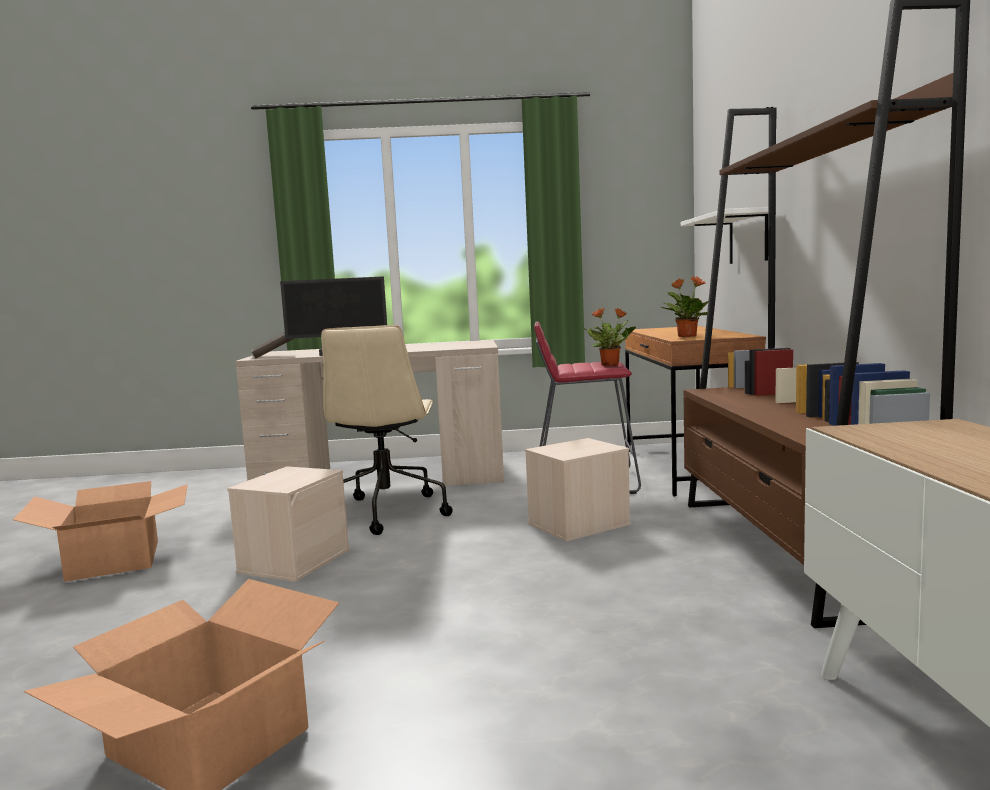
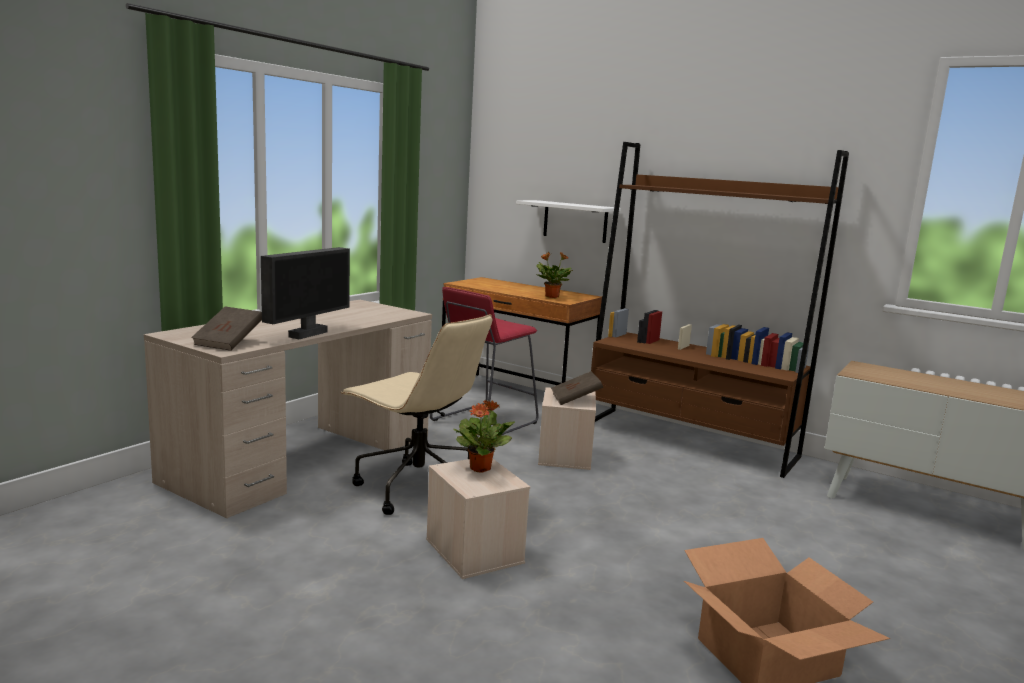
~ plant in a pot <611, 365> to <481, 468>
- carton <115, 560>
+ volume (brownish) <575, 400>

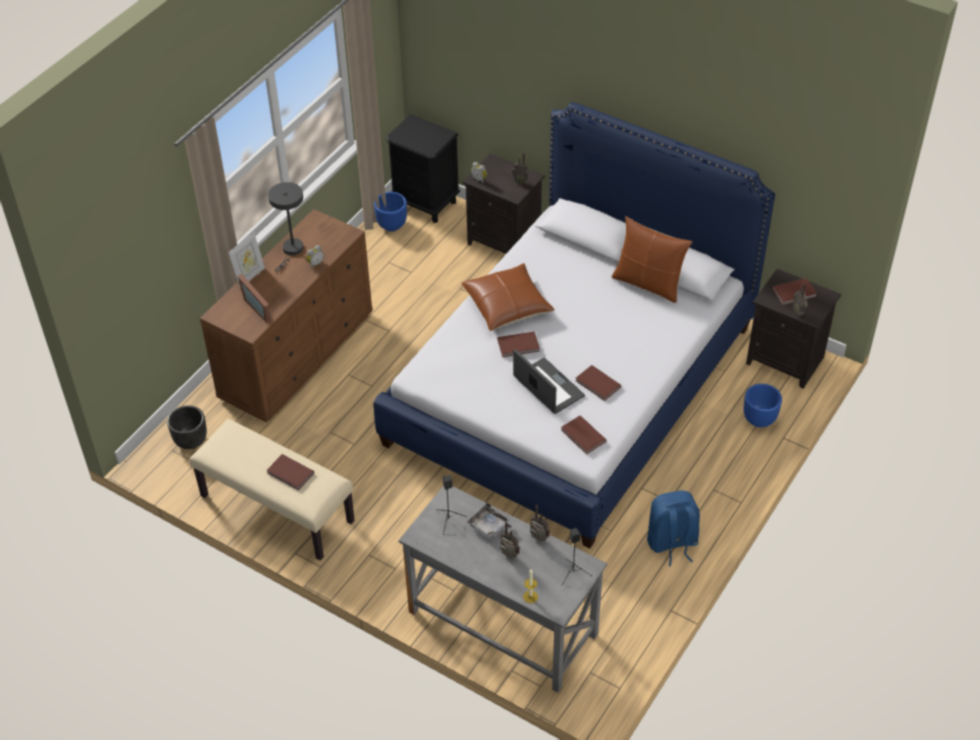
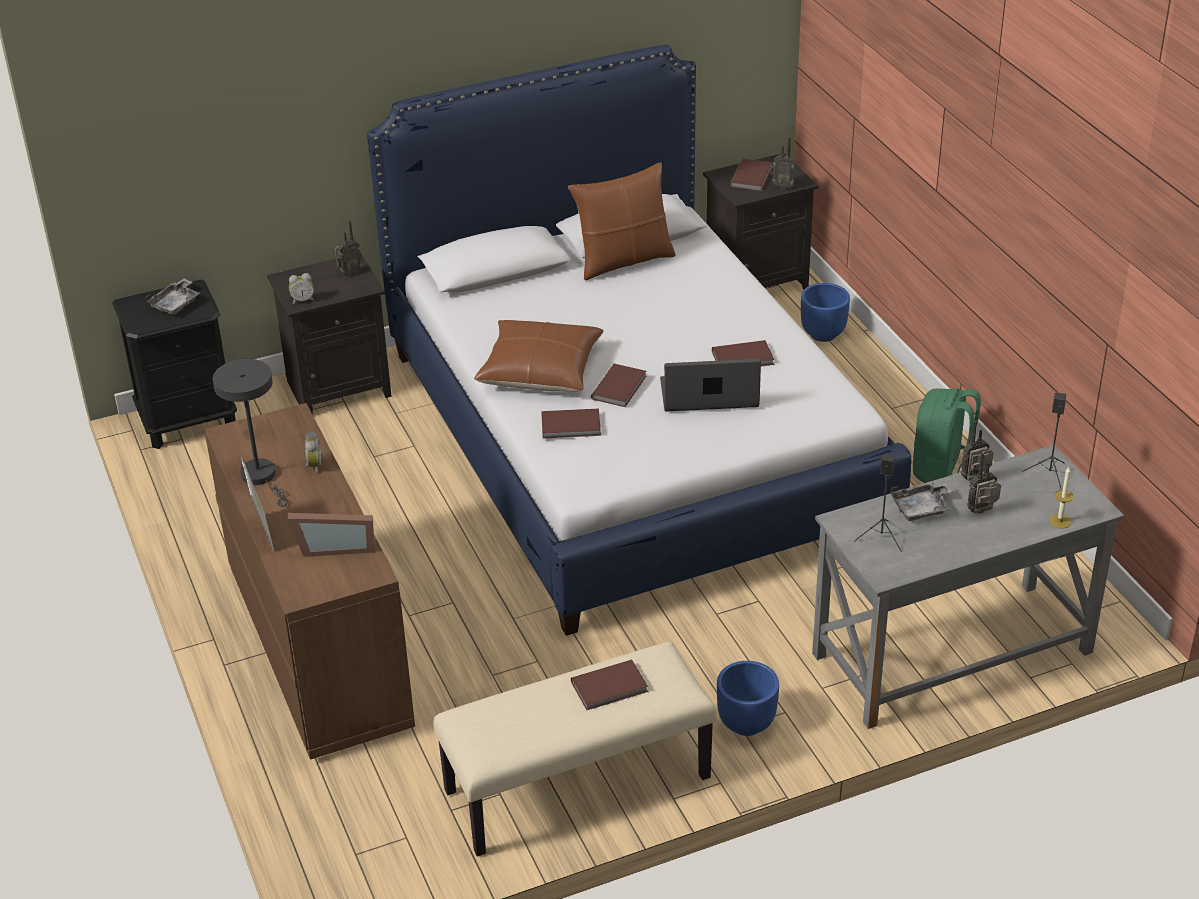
~ plant pot (blue) <391, 225> to <746, 724>
- plant pot (blackish) <190, 441>
~ volume (brownish) <583, 436> to <571, 426>
~ backpack (blue) <672, 543> to backpack (green) <942, 470>
+ tray (gray) <176, 304>

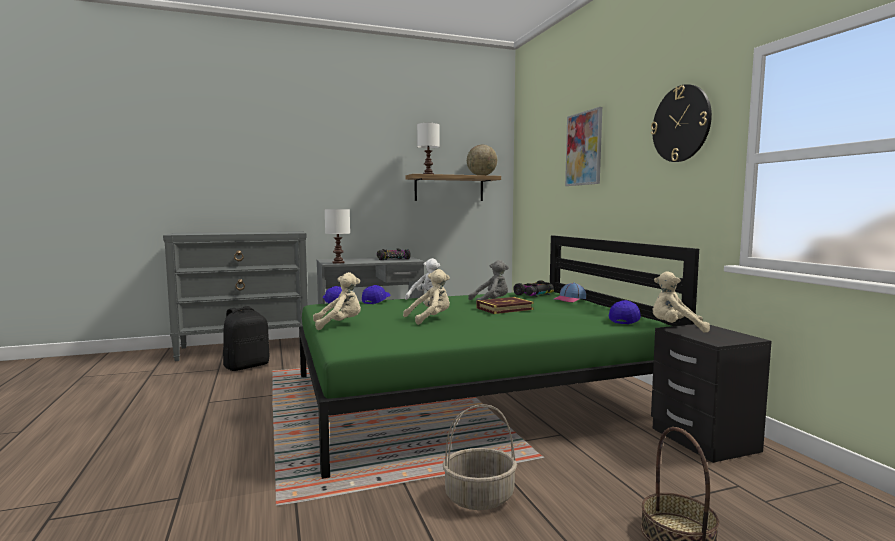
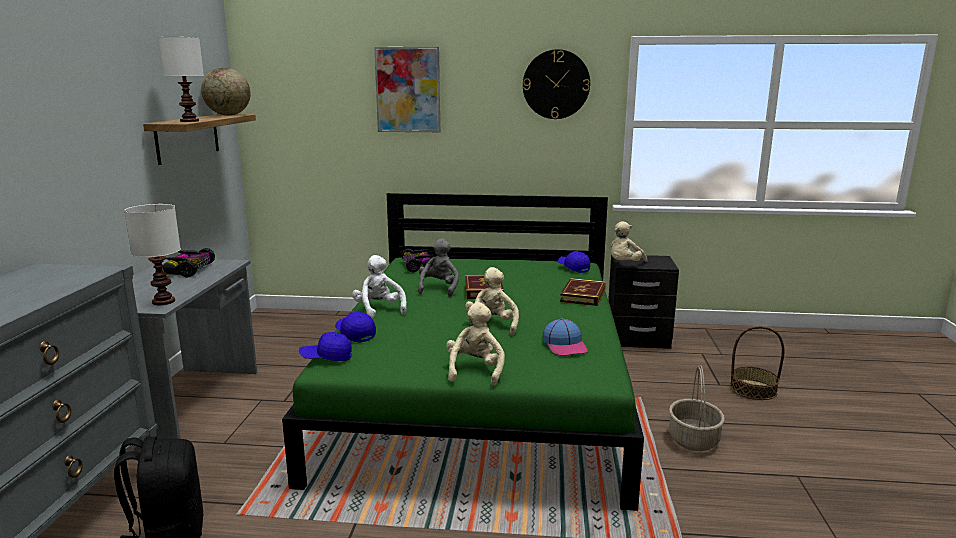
~ cap <569, 299> to <565, 345>
+ volume <583, 295>

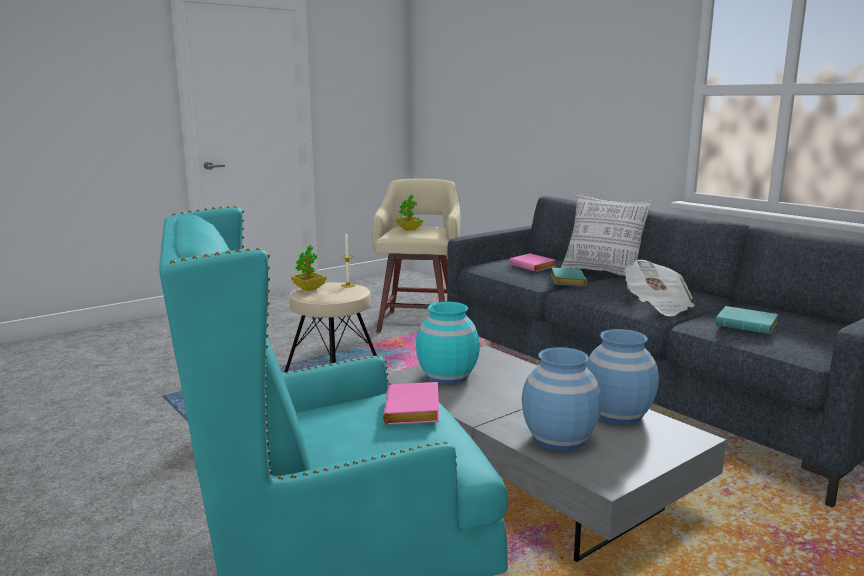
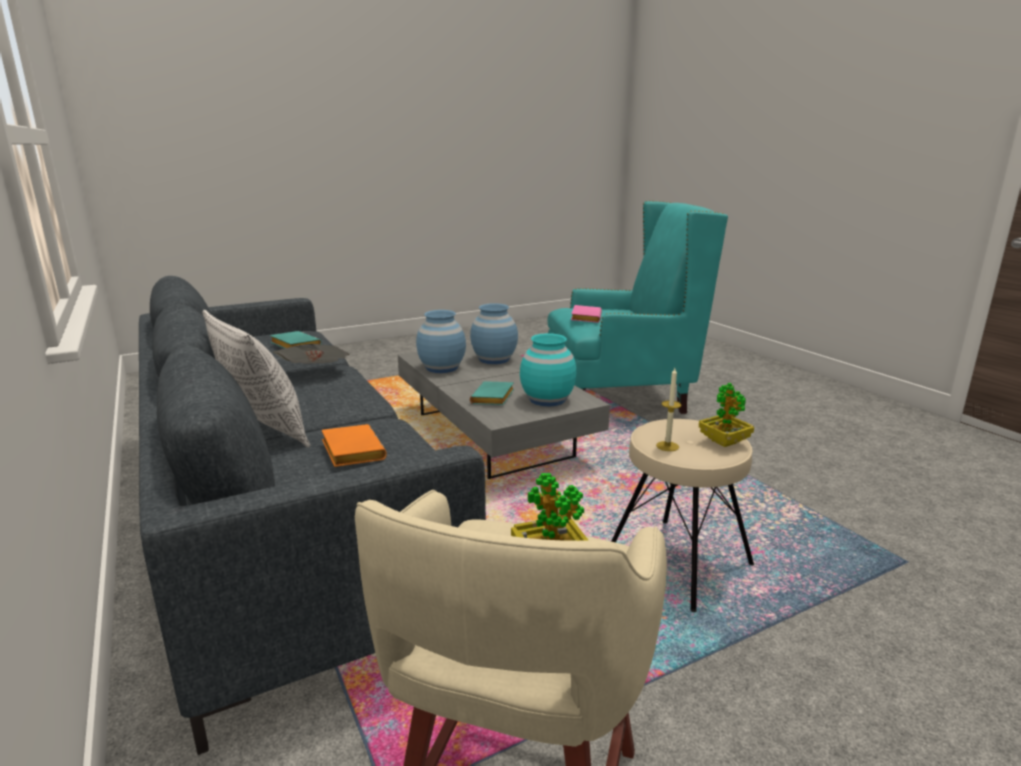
~ volume (pinkish) <533, 267> to volume (orangey) <350, 451>
~ volume (turquoise-coloured) <566, 281> to <493, 398>

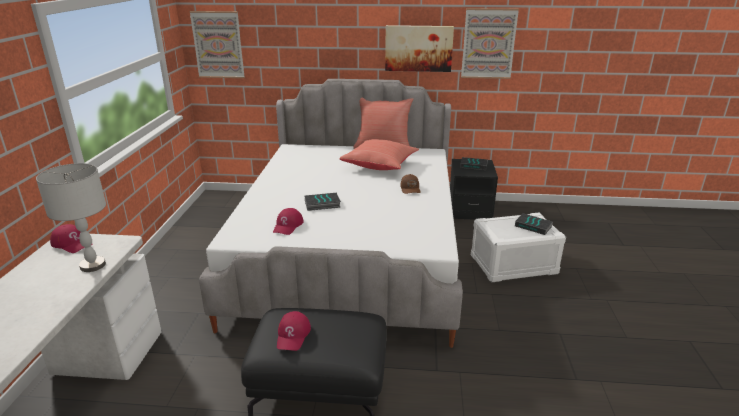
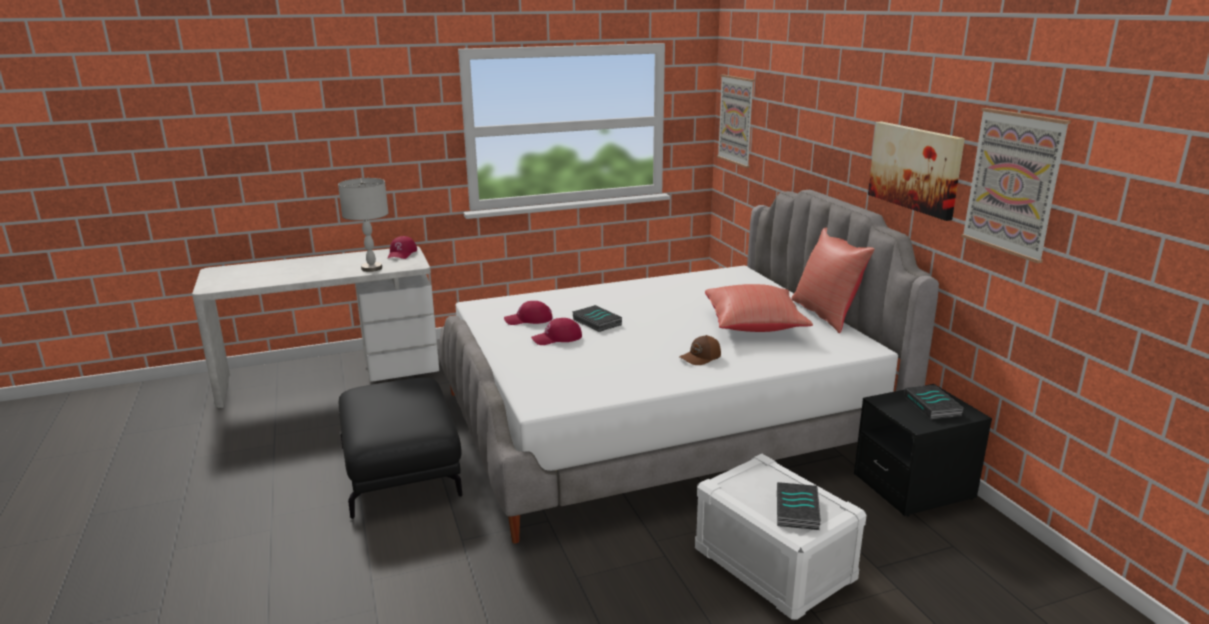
~ cap (red-coloured) <293, 335> to <557, 338>

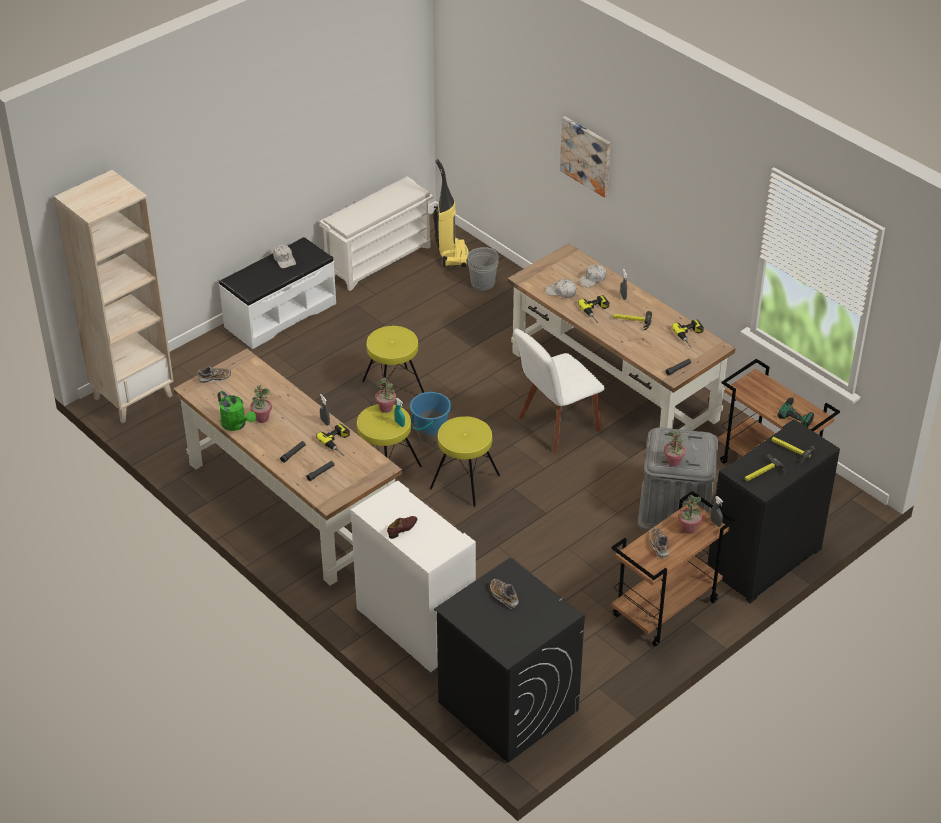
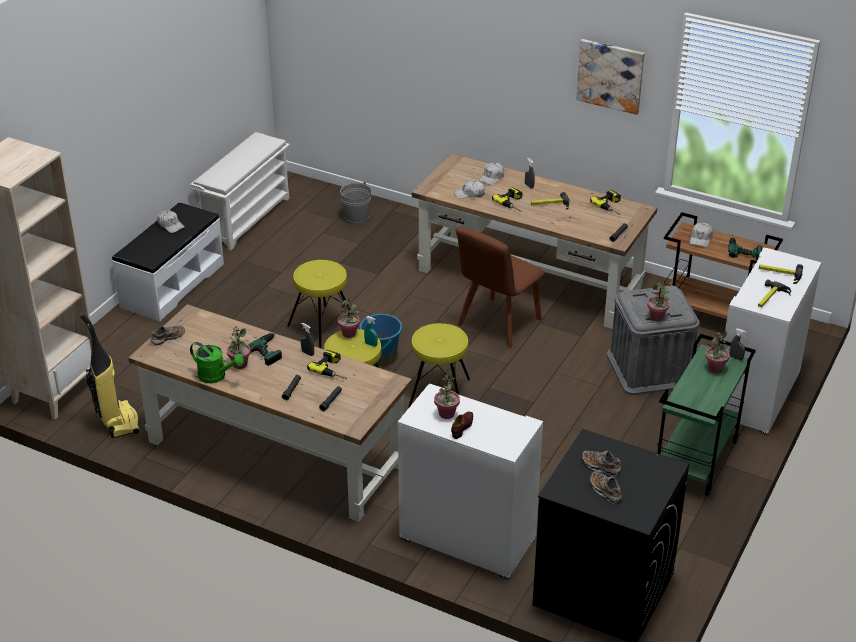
~ wall art <586, 155> to <610, 75>
~ vacuum cleaner <452, 254> to <118, 421>
~ upright chair (white-coloured) <556, 426> to upright chair (brownish) <497, 324>
~ cupboard (blackish) <764, 561> to cupboard (white-coloured) <757, 395>
~ cart (brownish) <665, 609> to cart (green) <696, 460>
~ shoe <659, 546> to <605, 491>
+ cap (white-coloured) <701, 239>
+ electric drill <272, 349>
+ plant in a pot <446, 414>

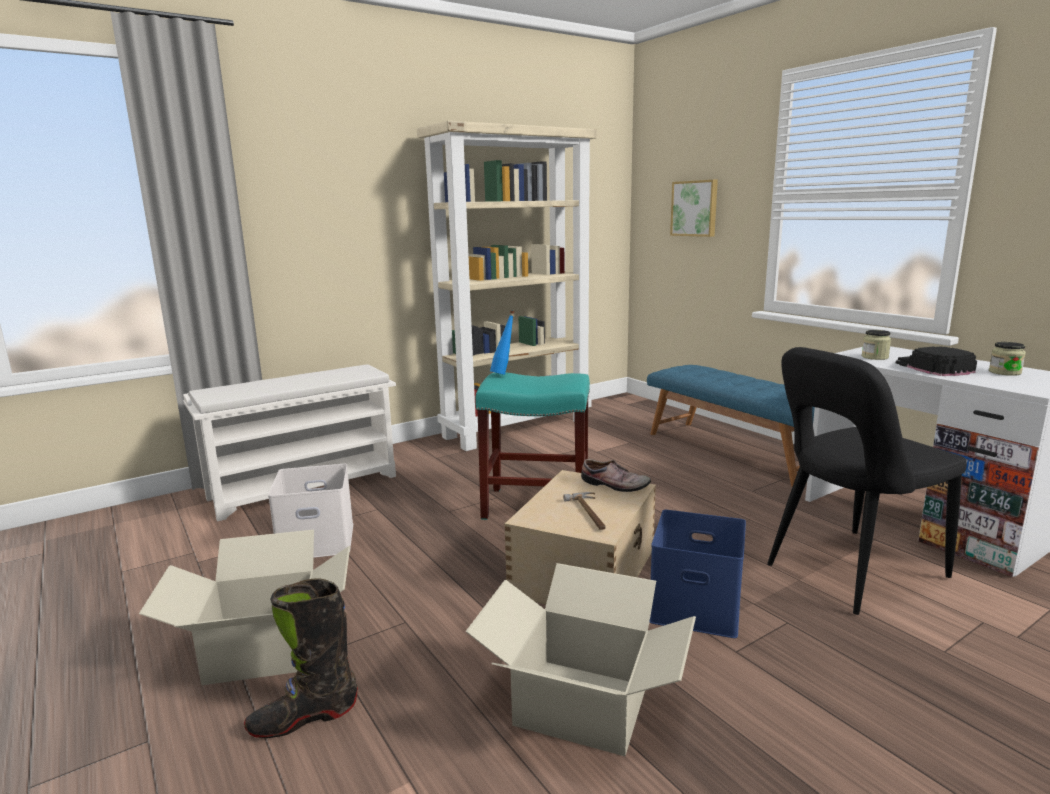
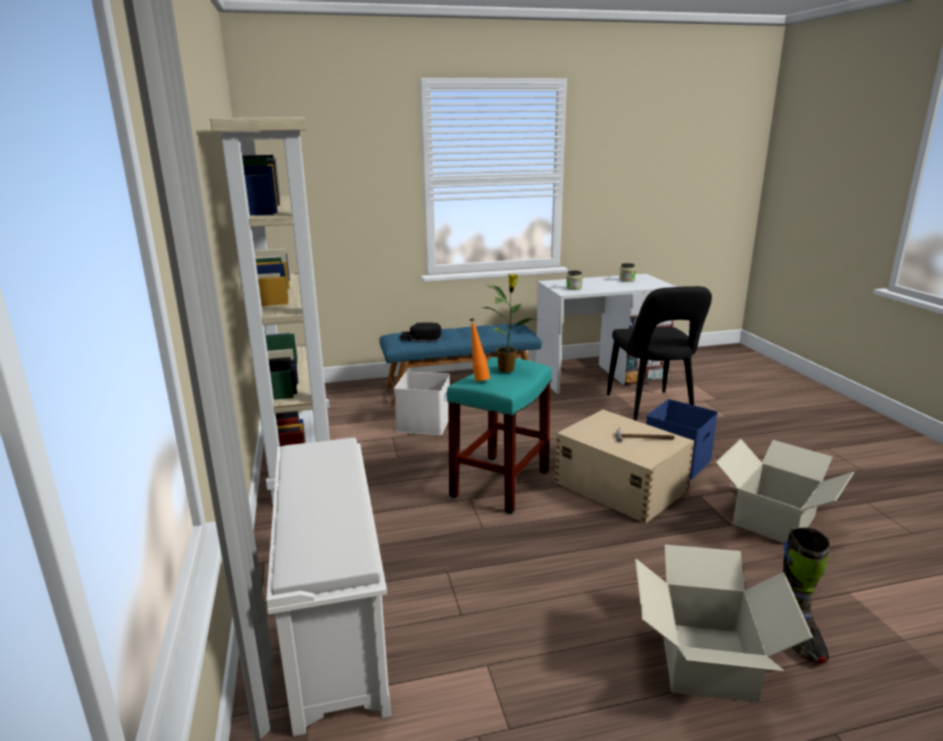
- wall art <695, 208>
~ drink bottle (blue) <504, 374> to drink bottle (orangey) <478, 379>
~ cap (blackish) <933, 367> to <421, 336>
- shoe <614, 485>
~ storage box (white-coloured) <318, 540> to <423, 423>
+ plant in a pot <507, 369>

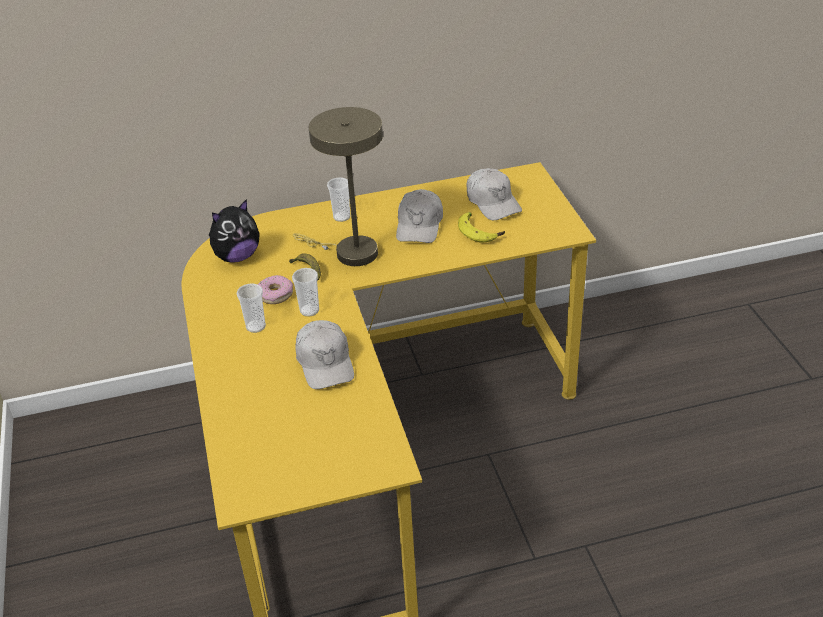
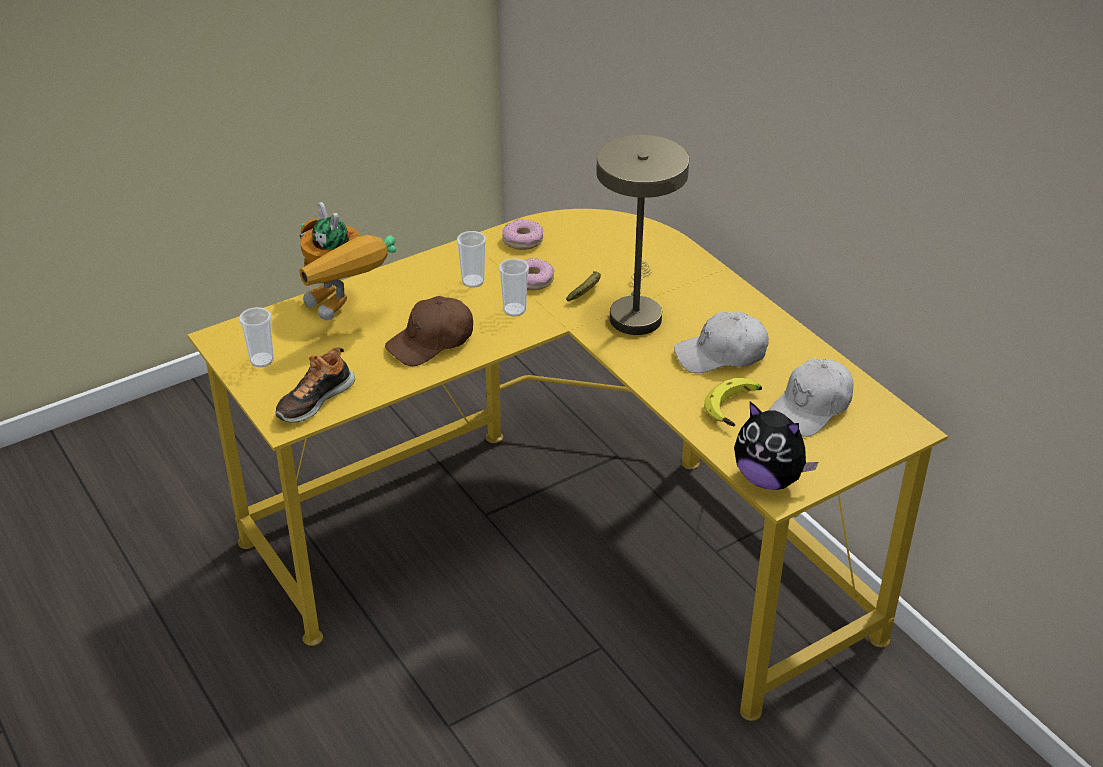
~ cup <341, 217> to <261, 360>
~ cuddly toy <237, 257> to <769, 479>
~ cap (white-coloured) <325, 362> to cap (brownish) <431, 342>
+ toy robot <344, 311>
+ donut <523, 240>
+ shoe <314, 399>

